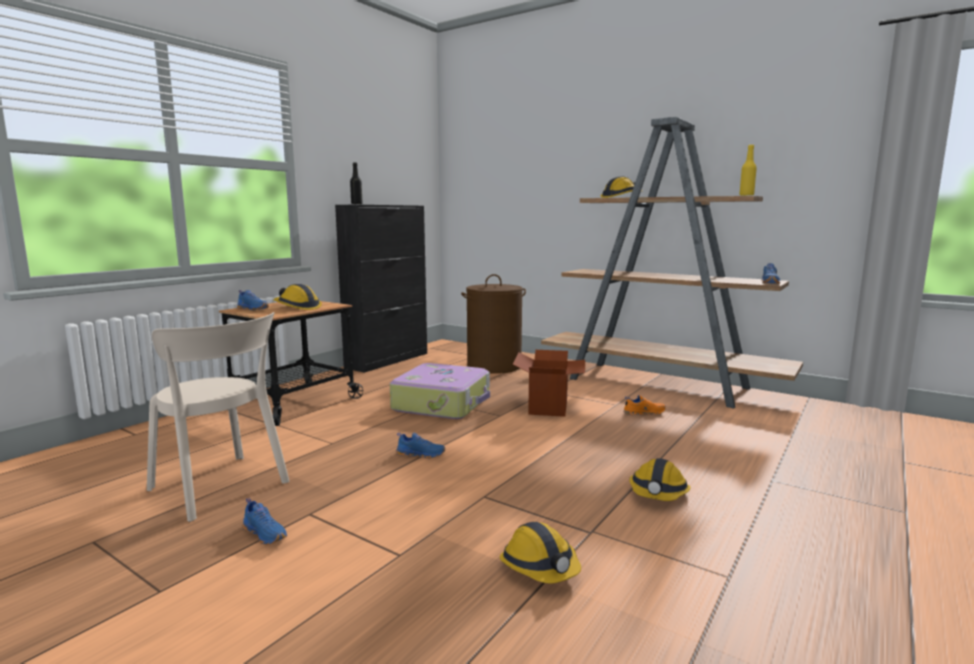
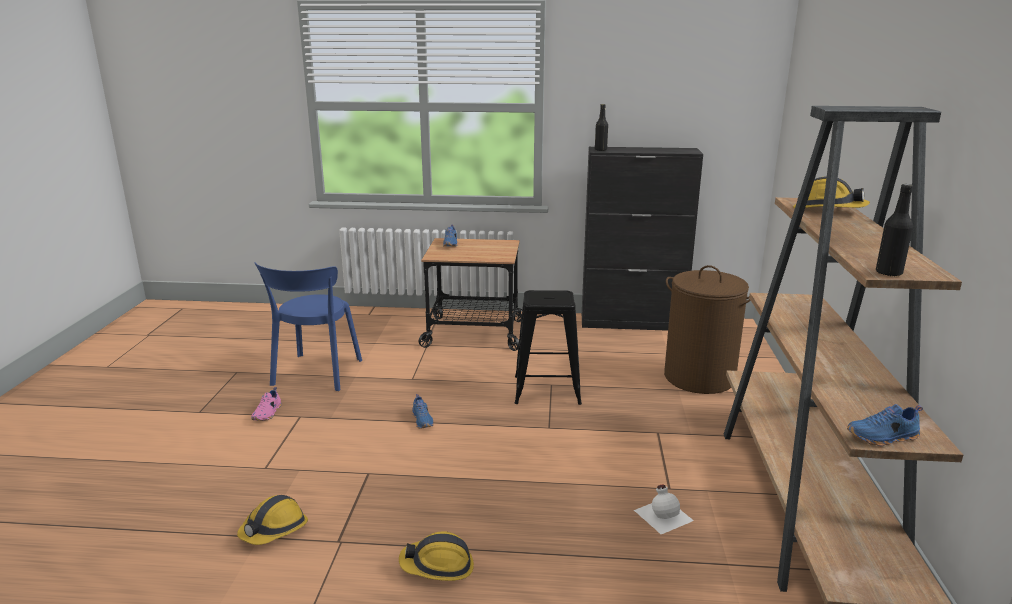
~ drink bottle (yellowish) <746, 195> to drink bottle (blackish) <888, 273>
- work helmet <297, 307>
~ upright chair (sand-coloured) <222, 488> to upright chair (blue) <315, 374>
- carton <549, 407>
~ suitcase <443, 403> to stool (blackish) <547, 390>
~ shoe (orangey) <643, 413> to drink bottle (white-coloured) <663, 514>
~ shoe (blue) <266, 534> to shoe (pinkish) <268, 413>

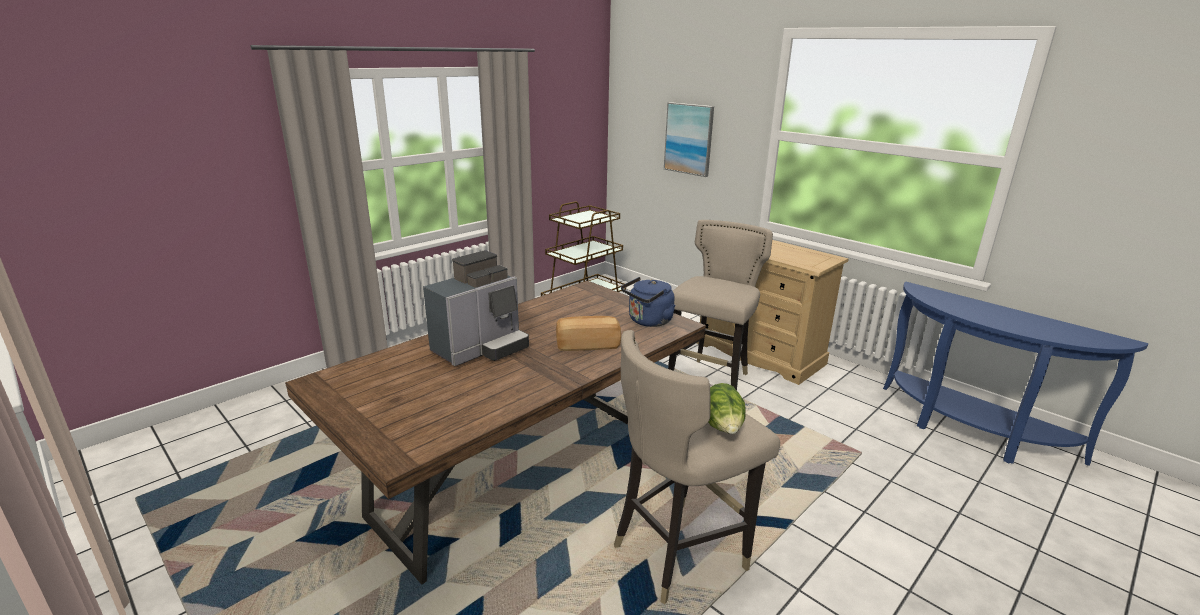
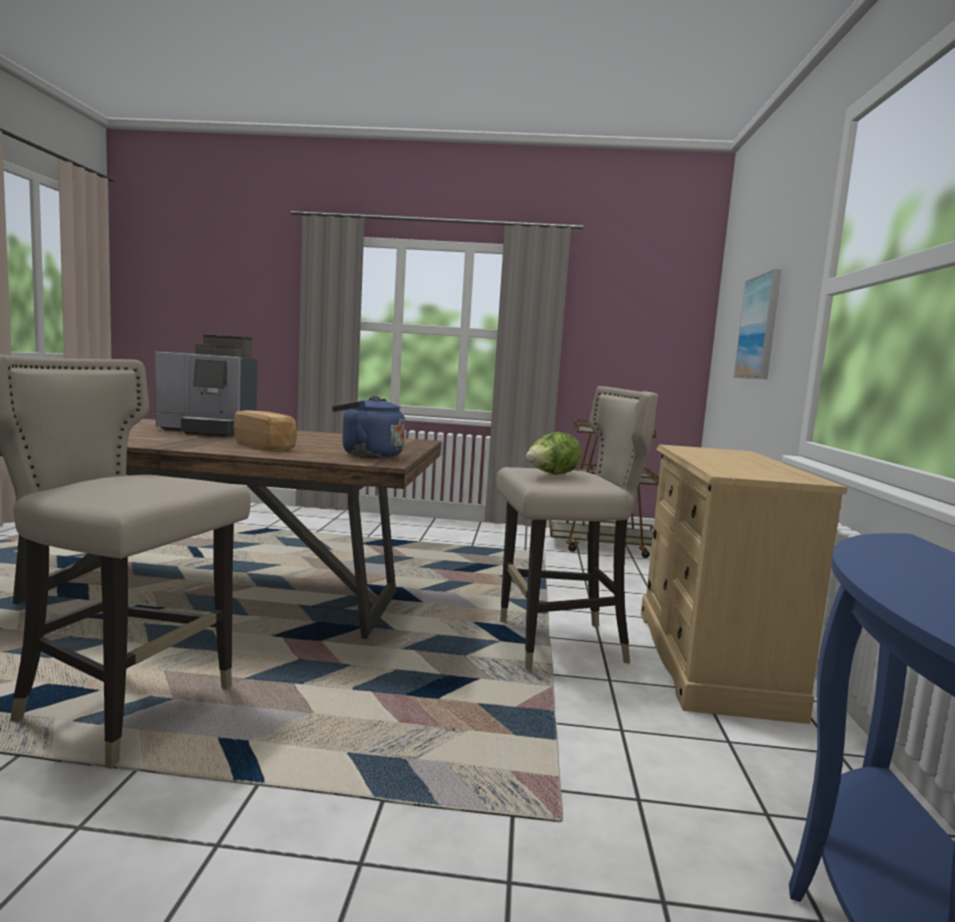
~ lettuce <722, 428> to <551, 475>

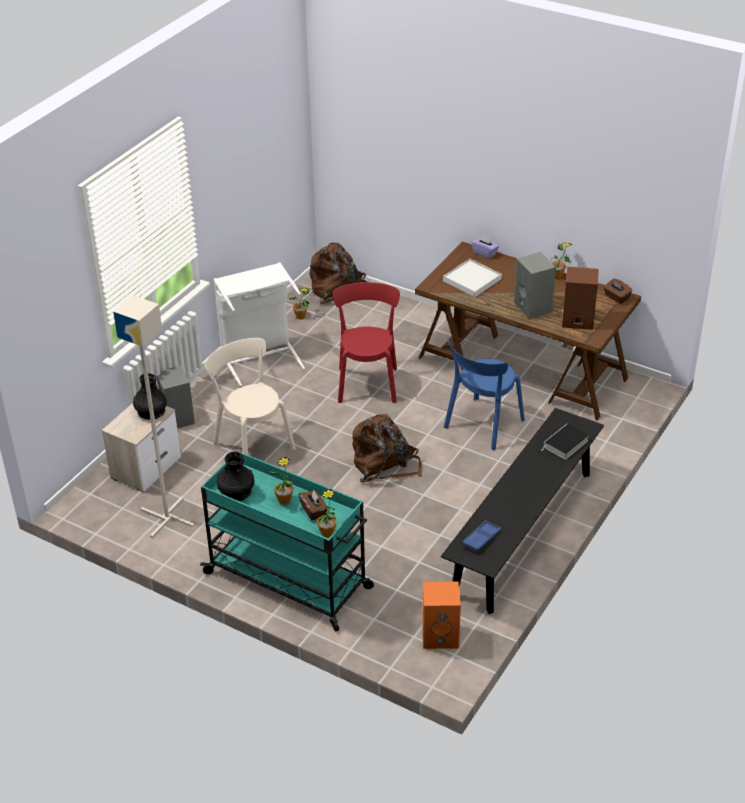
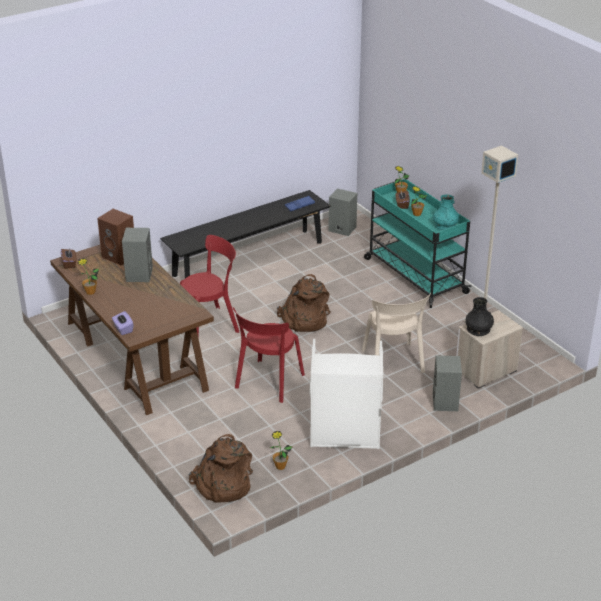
- tray (white-coloured) <472, 280>
~ upright chair (blue) <482, 426> to upright chair (red-coloured) <210, 324>
- volume <565, 445>
~ decorative vase (blackish) <236, 491> to decorative vase (turquoise-coloured) <445, 226>
~ audio speaker (orangey) <441, 635> to audio speaker (gray) <341, 229>

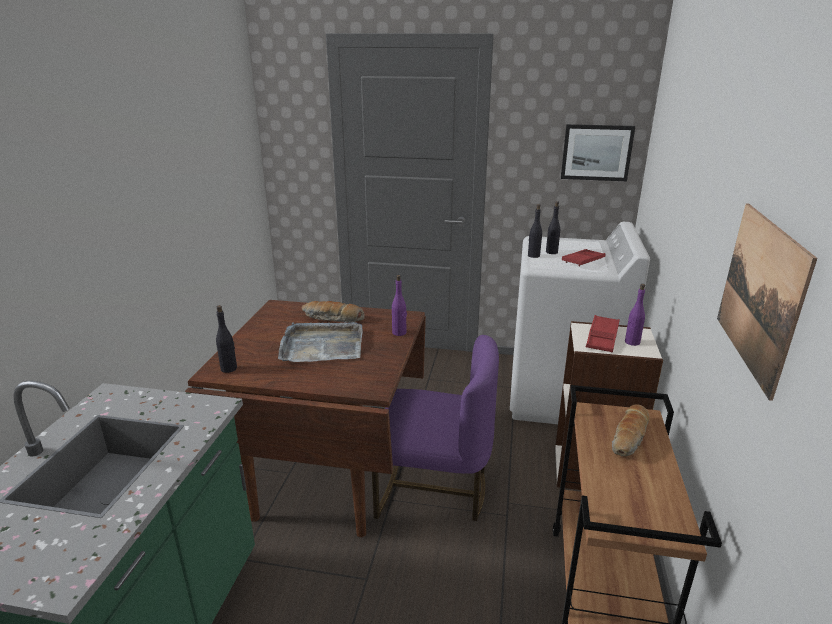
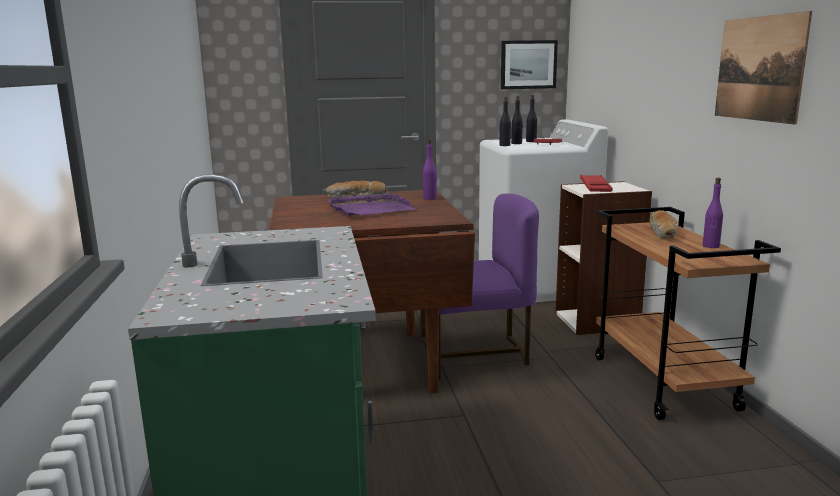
~ drink bottle (purple-coloured) <632, 342> to <711, 246>
~ drink bottle (blackish) <229, 368> to <531, 141>
~ tray (gray) <321, 345> to tray (purple-coloured) <369, 209>

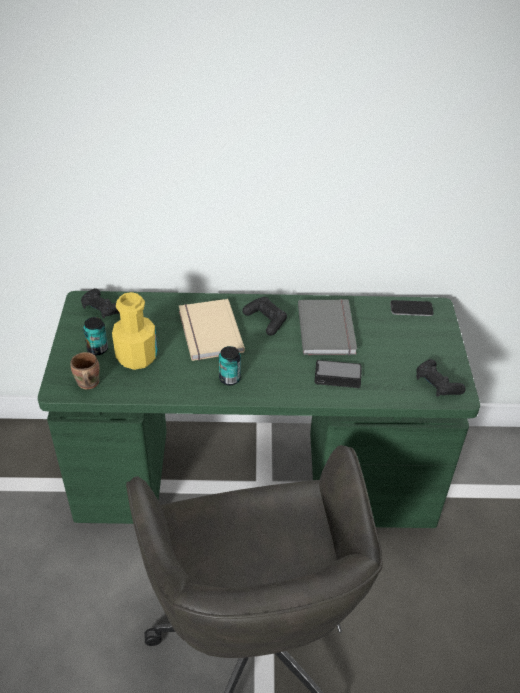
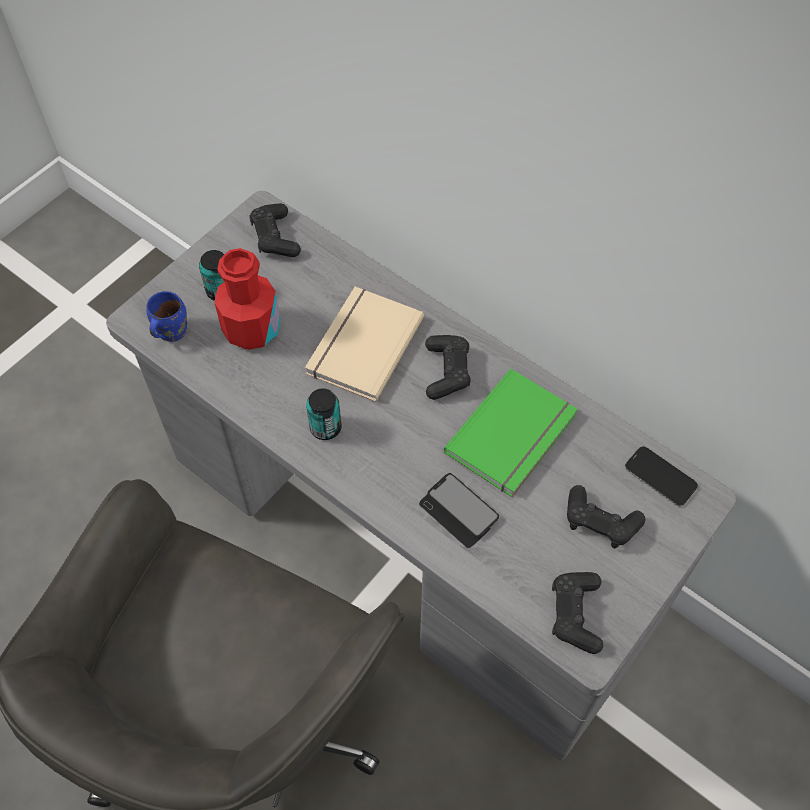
~ desk table (green) <256, 479> to desk table (gray) <406, 540>
~ drink bottle (yellowish) <137, 357> to drink bottle (red-coloured) <252, 329>
~ volume (gray) <328, 329> to volume (green) <514, 435>
~ mug (brownish) <87, 384> to mug (blue) <169, 331>
+ game controller (blackish) <600, 522>

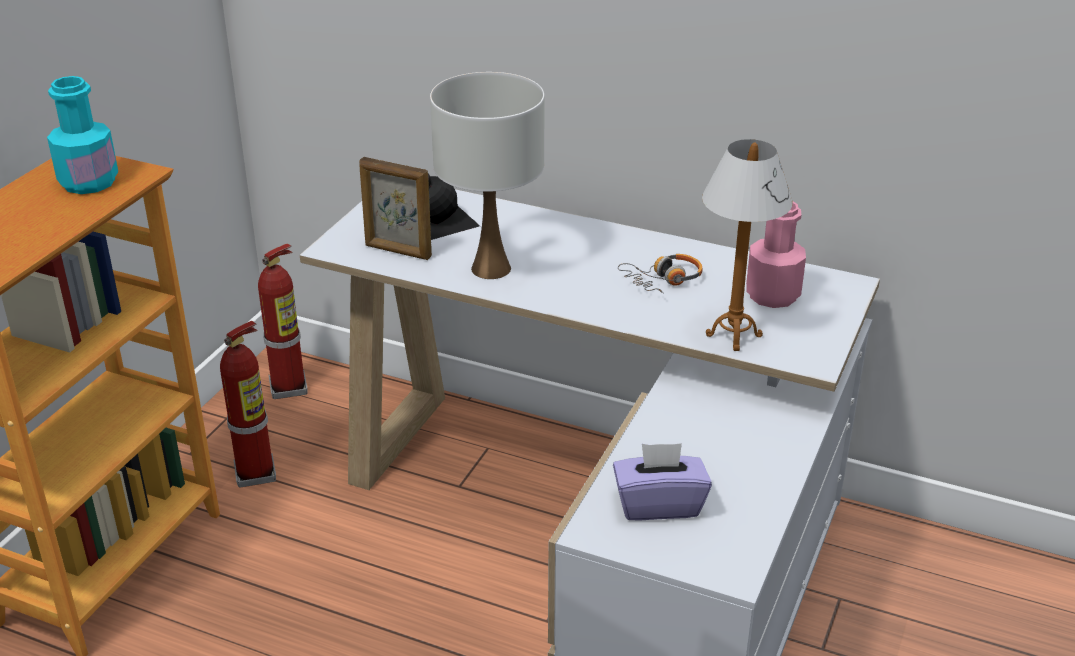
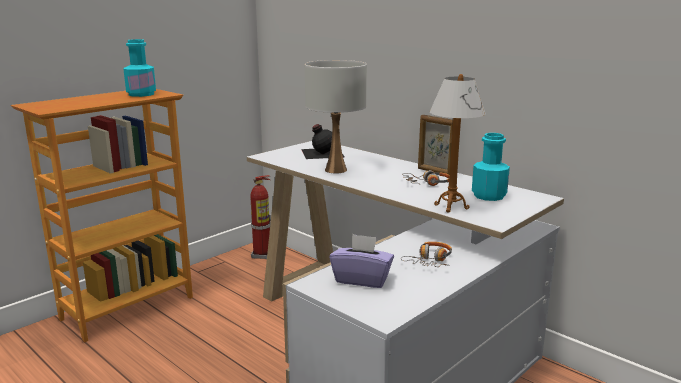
~ picture frame <398, 251> to <435, 172>
~ drink bottle (pinkish) <772, 295> to drink bottle (turquoise-coloured) <489, 196>
- extinguisher <256, 473>
+ headphones <430, 261>

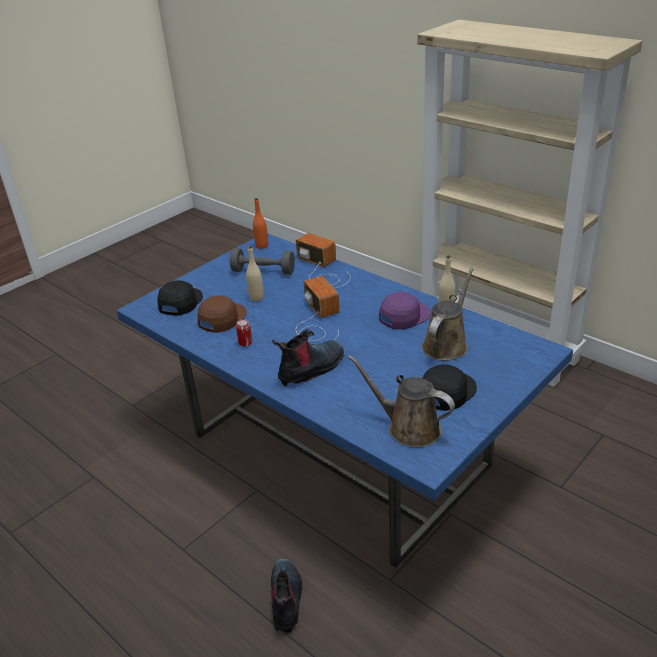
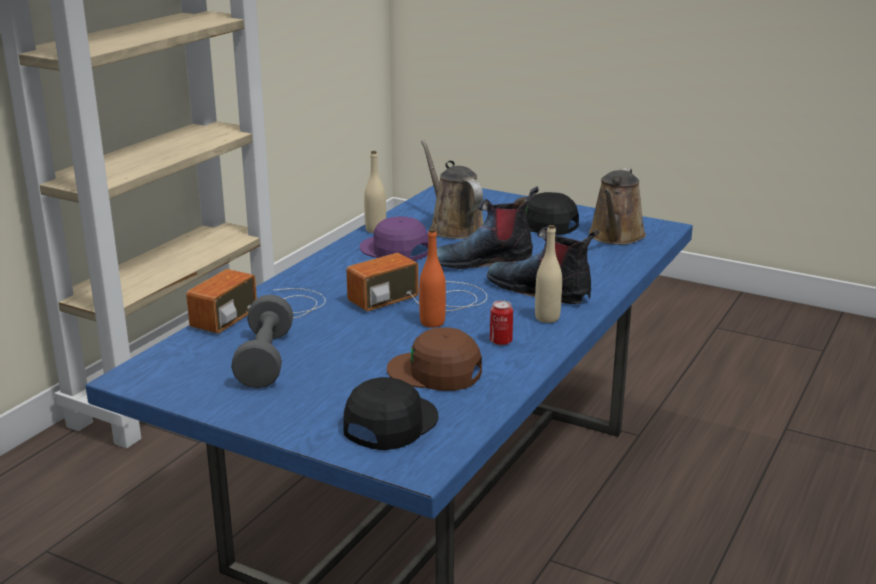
~ drink bottle (orangey) <262, 246> to <432, 322>
~ drink bottle (sand-coloured) <256, 298> to <547, 318>
~ watering can (brownish) <446, 344> = <454, 227> 45 degrees clockwise
~ cap (blackish) <180, 302> = <390, 423> 120 degrees clockwise
~ high-top boot <286, 600> to <483, 260>

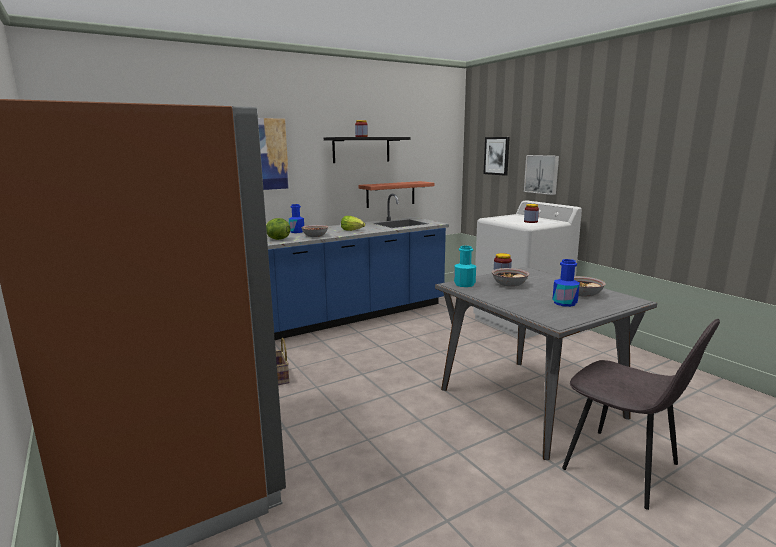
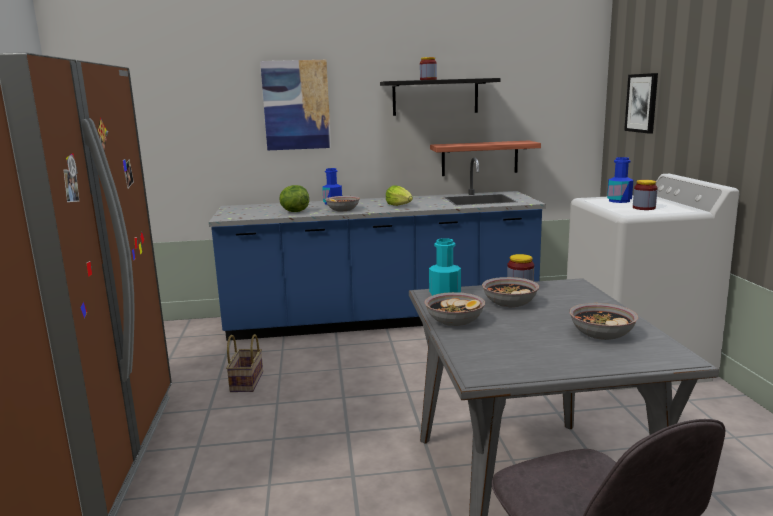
- wall art <542, 174>
~ drink bottle (blue) <564, 303> to <619, 201>
+ serving bowl <454, 321>

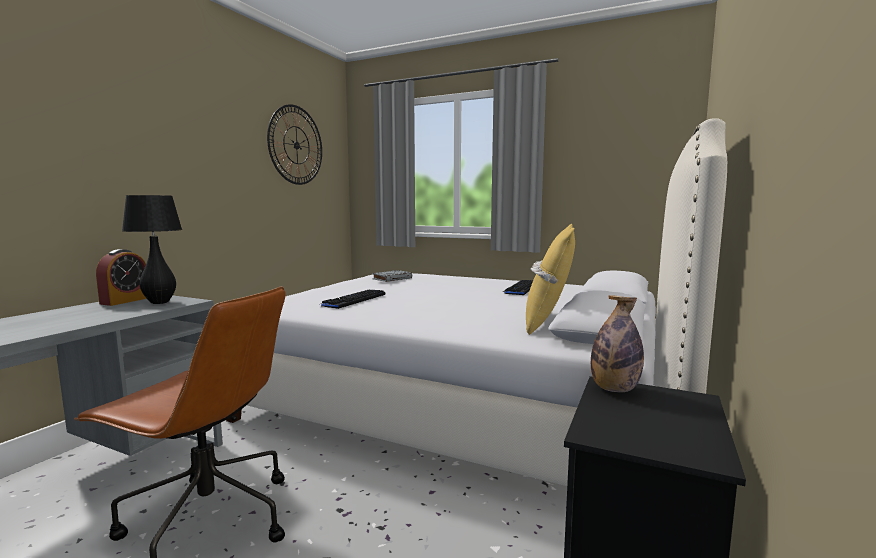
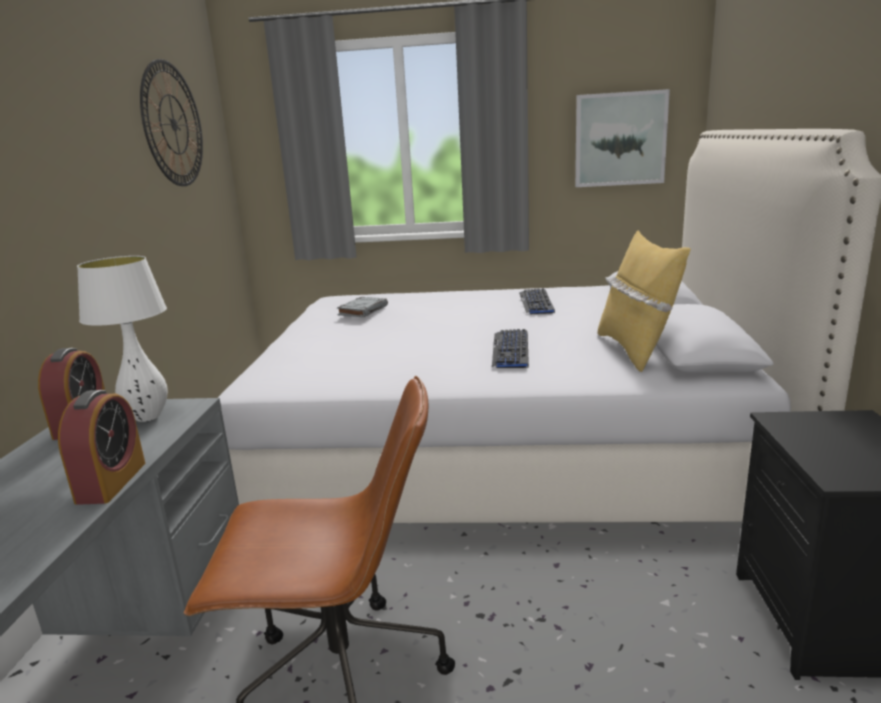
~ table lamp (blackish) <160, 302> to table lamp (white-coloured) <148, 417>
~ computer keyboard <353, 300> to <511, 350>
- drink bottle <614, 389>
+ wall art <620, 139>
+ alarm clock <111, 482>

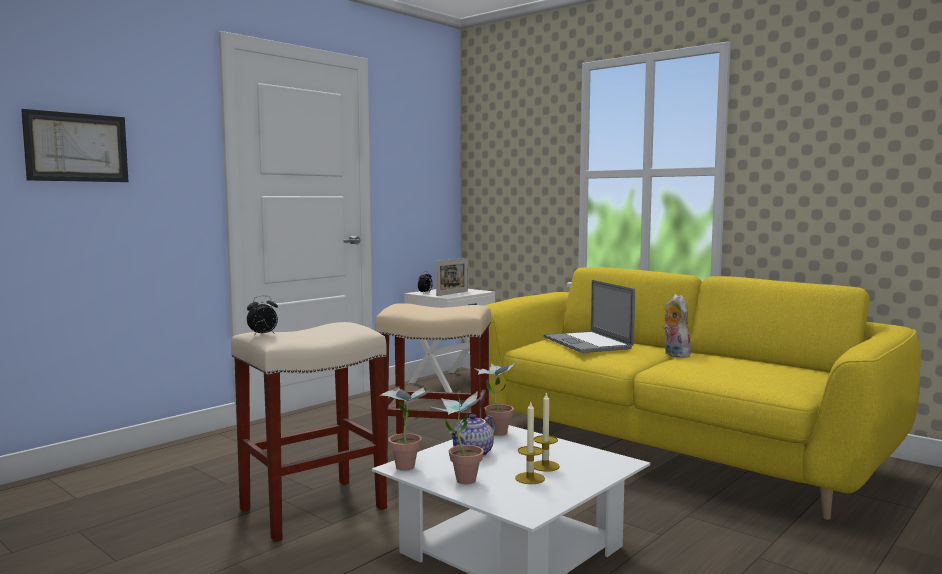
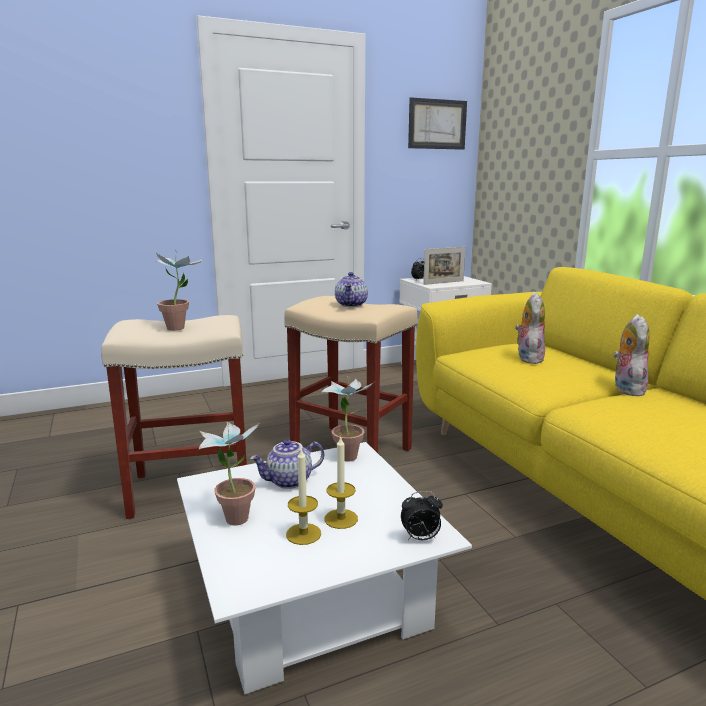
~ wall art <77, 147> to <437, 124>
~ notebook computer <587, 343> to cuddly toy <528, 358>
~ alarm clock <263, 335> to <420, 538>
~ plant in a pot <407, 464> to <181, 327>
+ teapot <352, 305>

